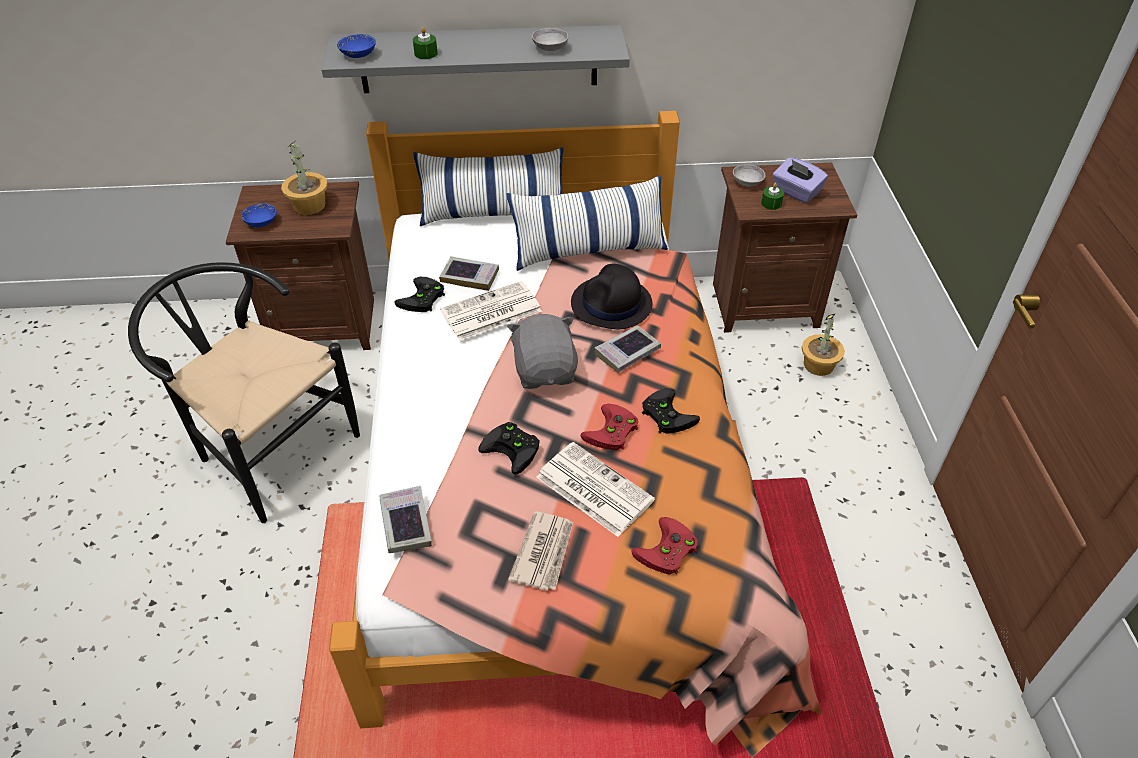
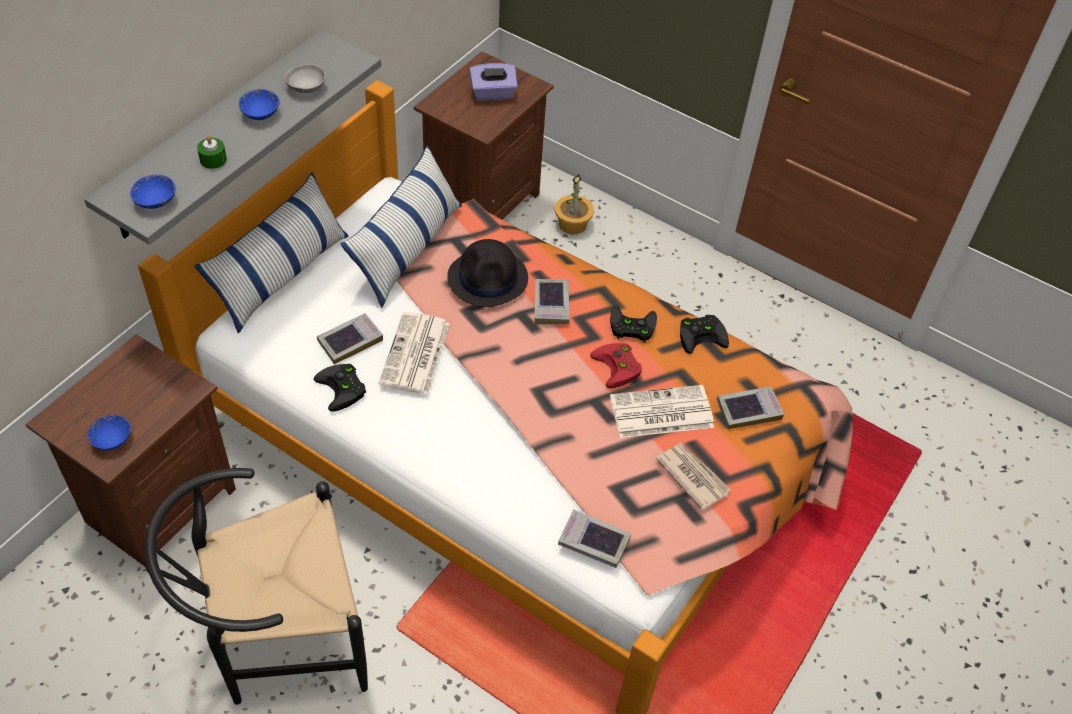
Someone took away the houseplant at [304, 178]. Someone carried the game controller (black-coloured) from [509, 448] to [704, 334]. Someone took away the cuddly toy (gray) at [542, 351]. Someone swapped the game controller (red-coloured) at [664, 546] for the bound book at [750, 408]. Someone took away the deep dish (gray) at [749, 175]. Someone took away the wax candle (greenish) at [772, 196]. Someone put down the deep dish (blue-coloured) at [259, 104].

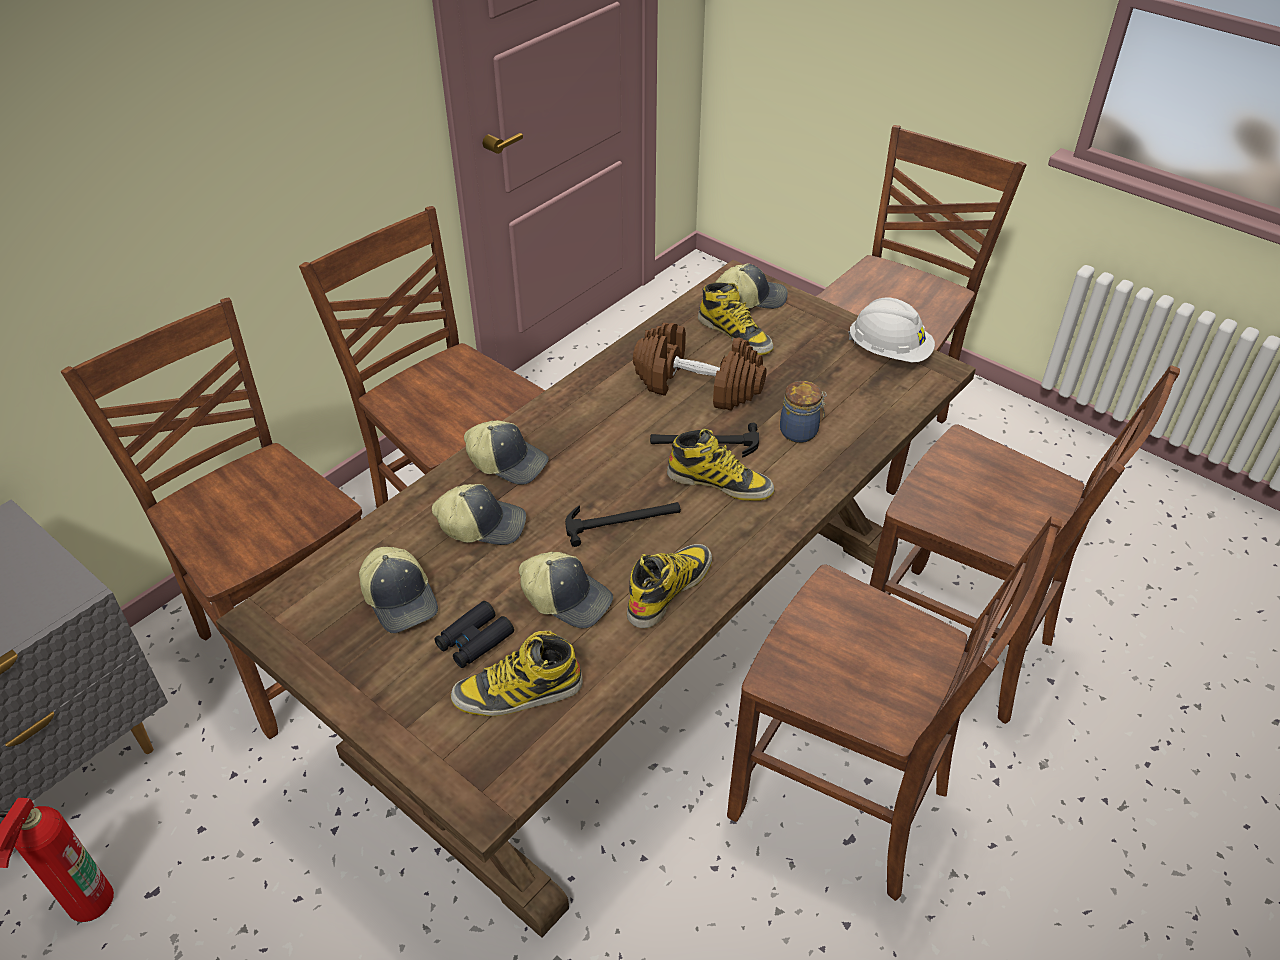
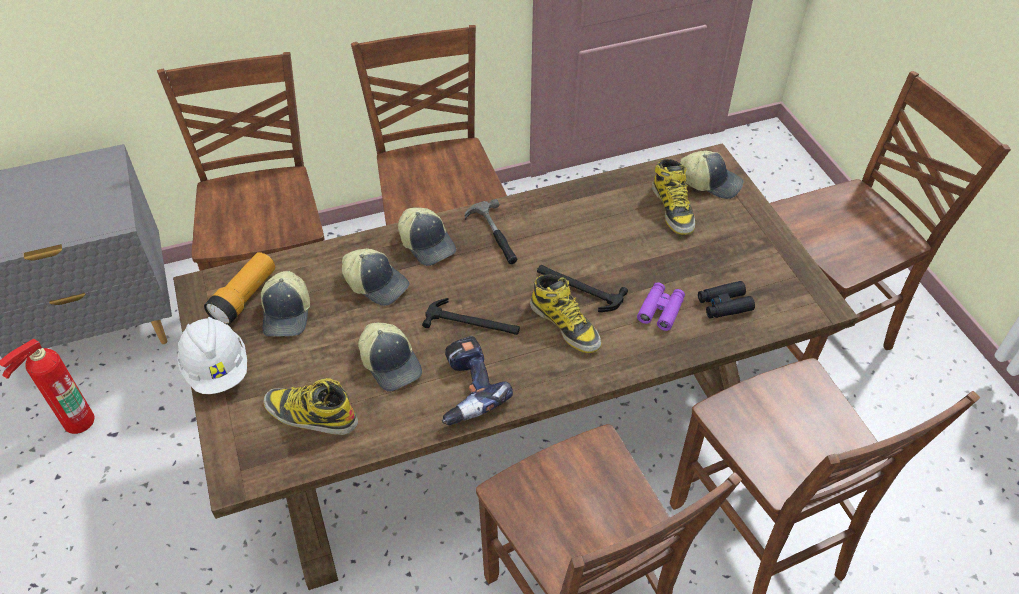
Someone carried the pair of binoculars (black-coloured) from [474, 634] to [726, 300]. Someone swapped the tall boot at [669, 586] for the electric drill at [477, 380]. Someone took away the dumbbell (brown) at [700, 367]. Someone swapped the preserve jar at [803, 412] for the pair of binoculars (purple-coloured) at [661, 306]. Someone carried the safety helmet (white-coloured) from [891, 329] to [212, 355]. Someone put down the torch at [239, 288]. Someone put down the hammer at [490, 231].

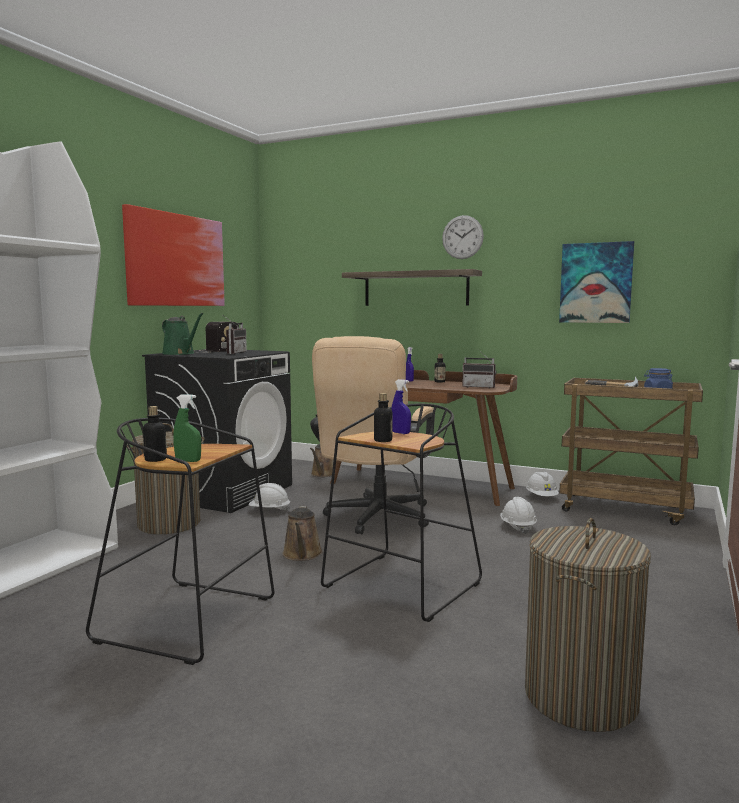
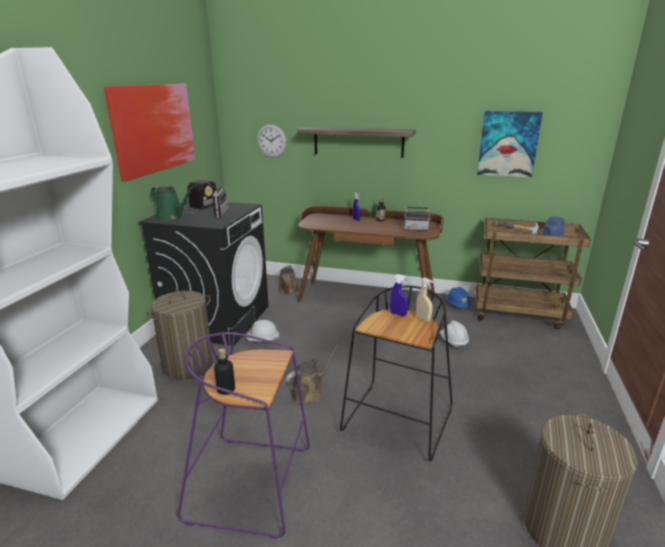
Someone repainted the sitting stool (black-coloured) at [180, 541], which became the sitting stool (purple-coloured) at [244, 435]. Someone took away the spray bottle (greenish) at [187, 428]. Someone rotated the sprinkling can (brown) at [303, 533] by 120 degrees counterclockwise. Someone took away the computer chair (beige) at [372, 435]. Someone took away the bottle at [383, 417]. Someone carried the wall clock from [463, 237] to [272, 140]. Someone repainted the safety helmet (white-coloured) at [542, 484], which became the safety helmet (blue-coloured) at [458, 297]. Someone put down the spray bottle (beige) at [424, 299].

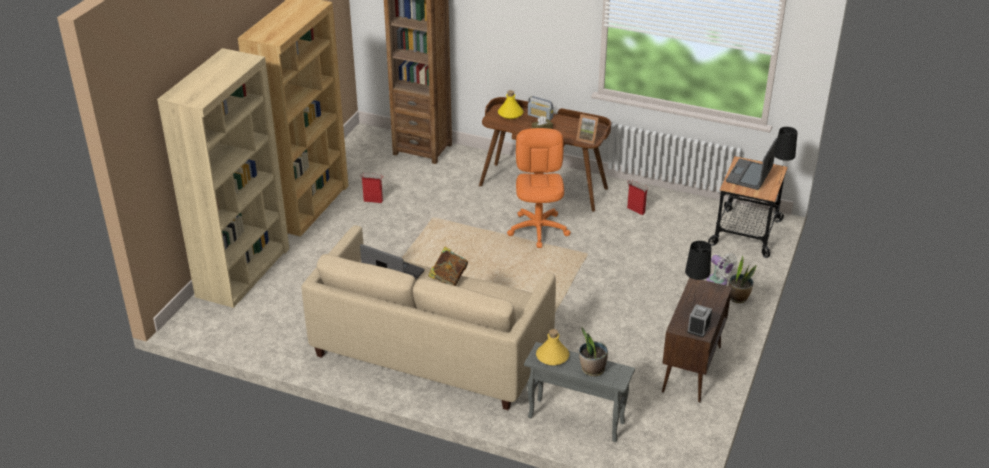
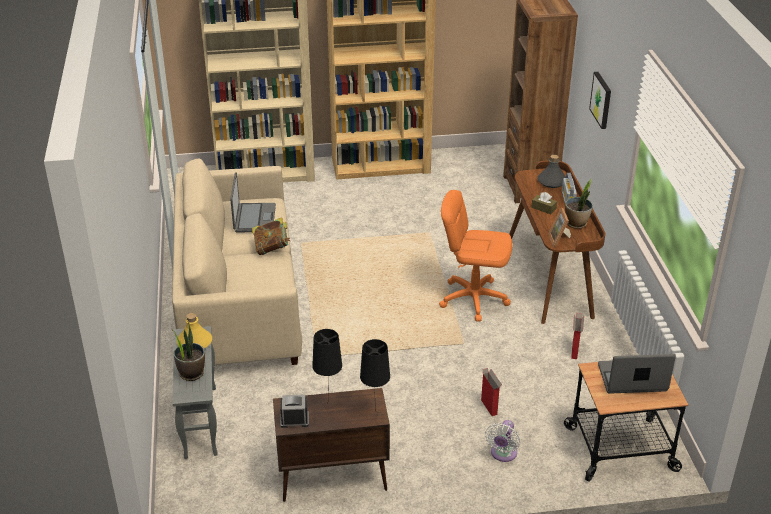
Someone carried the cardboard box from [371, 188] to [491, 392]. Someone repainted the bottle (yellowish) at [510, 104], which became the bottle (gray) at [551, 171]. Someone rotated the computer chair (orange-coloured) at [539, 188] by 135 degrees counterclockwise. Someone carried the houseplant from [742, 279] to [579, 204]. Someone carried the lamp for a table (black-coloured) from [785, 156] to [375, 376]. Someone put up the wall art at [600, 100].

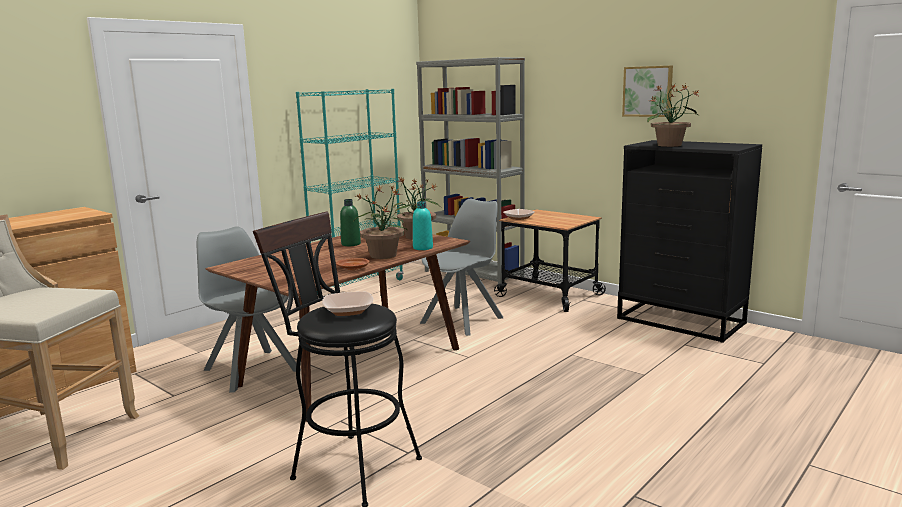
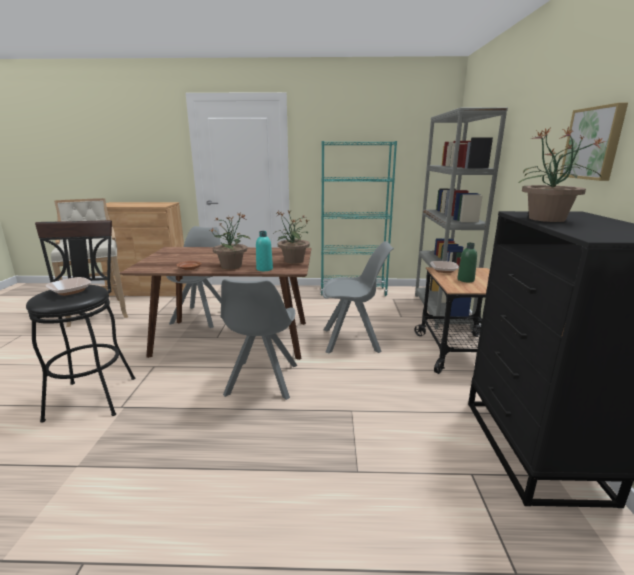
Someone carried the bottle (greenish) from [350, 222] to [467, 262]. Someone put down the chair (gray) at [259, 339].

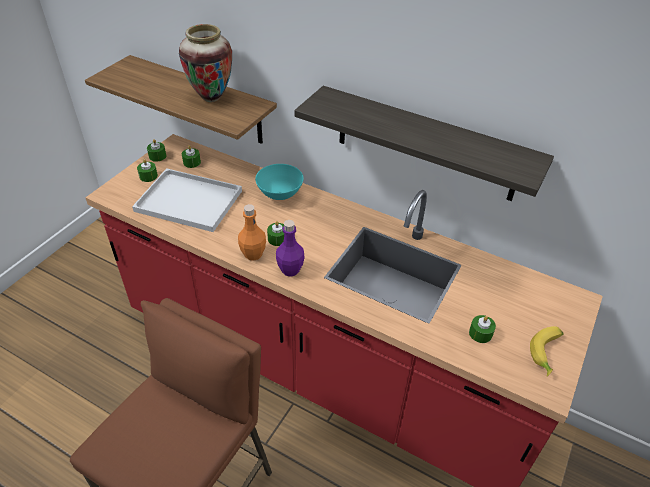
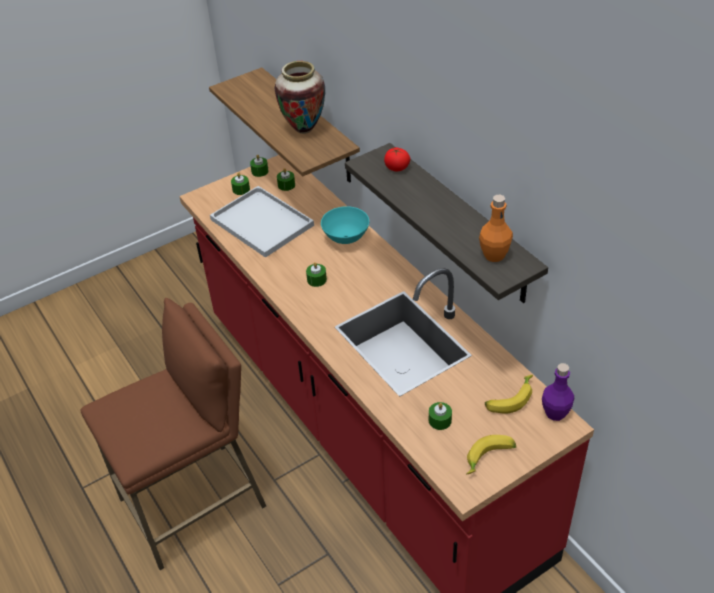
Someone carried the bottle (orange-coloured) from [252, 232] to [496, 228]. Someone carried the bottle (purple-coloured) from [290, 248] to [558, 392]. Someone put down the fresh tomato at [397, 159]. Someone put down the banana at [509, 394].

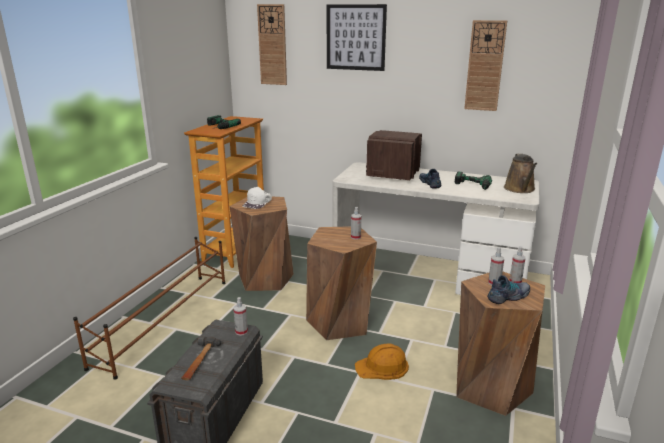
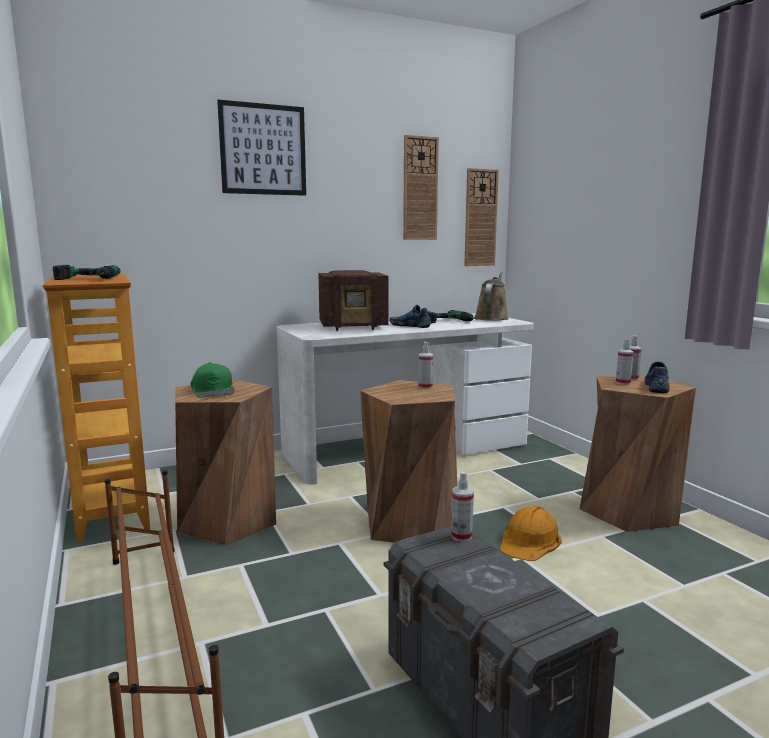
Someone took away the hammer at [201, 358]. Someone repainted the baseball cap (white-coloured) at [257, 198], which became the baseball cap (greenish) at [213, 380]. Someone carried the wall clock from [272, 44] to [481, 217]. Someone rotated the radio set at [394, 155] by 75 degrees counterclockwise. Someone rotated the sprinkling can (brown) at [520, 173] by 120 degrees counterclockwise.

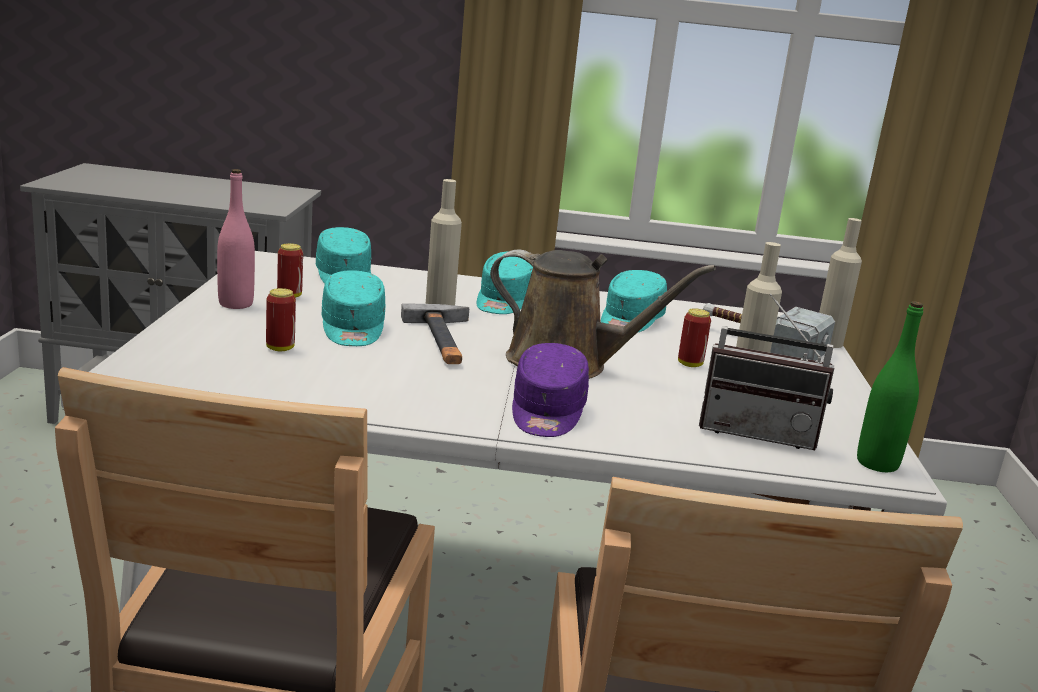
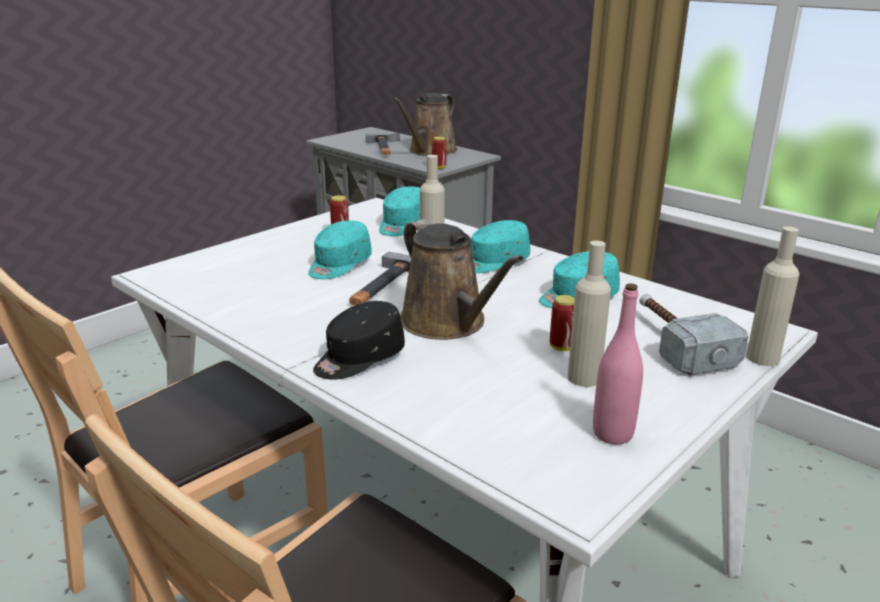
Someone carried the bottle (pink-coloured) from [236, 239] to [618, 363]. Someone carried the metal can from [281, 319] to [439, 152]. Someone repainted the baseball cap (purple-coloured) at [550, 390], which became the baseball cap (black-coloured) at [359, 340]. Someone took away the radio set at [766, 372]. Someone took away the bottle (greenish) at [890, 386]. Someone put down the hammer at [383, 144]. Someone put down the sprinkling can (brown) at [424, 124].

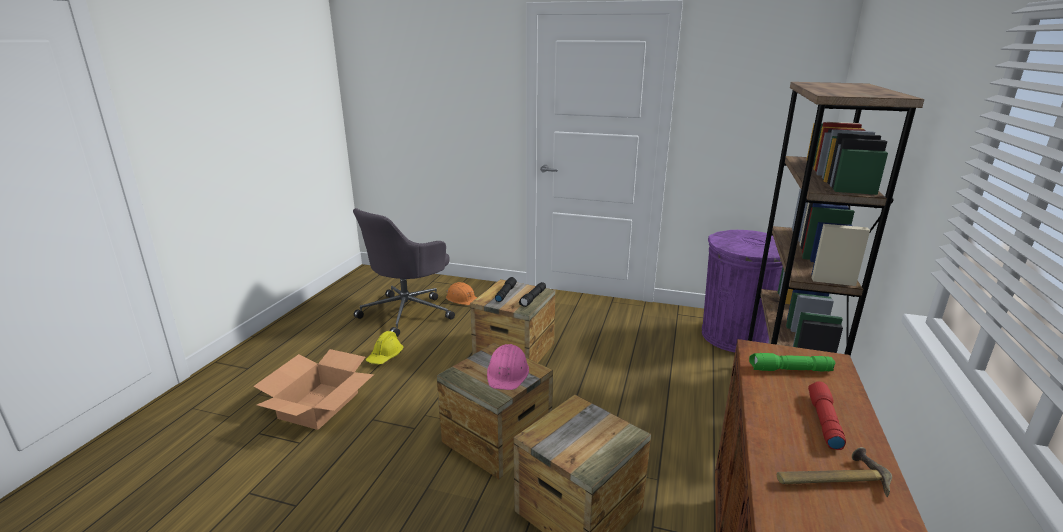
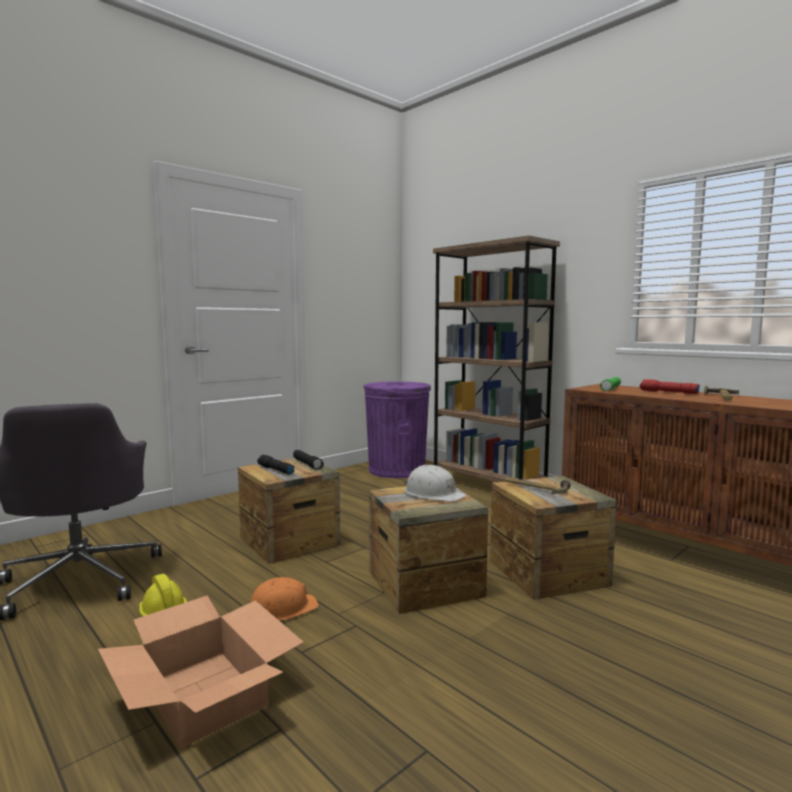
Someone carried the safety helmet (orange-coloured) from [461, 293] to [284, 599]. Someone repainted the safety helmet (pink-coloured) at [508, 367], which became the safety helmet (white-coloured) at [435, 483]. Someone put down the hammer at [538, 486].

